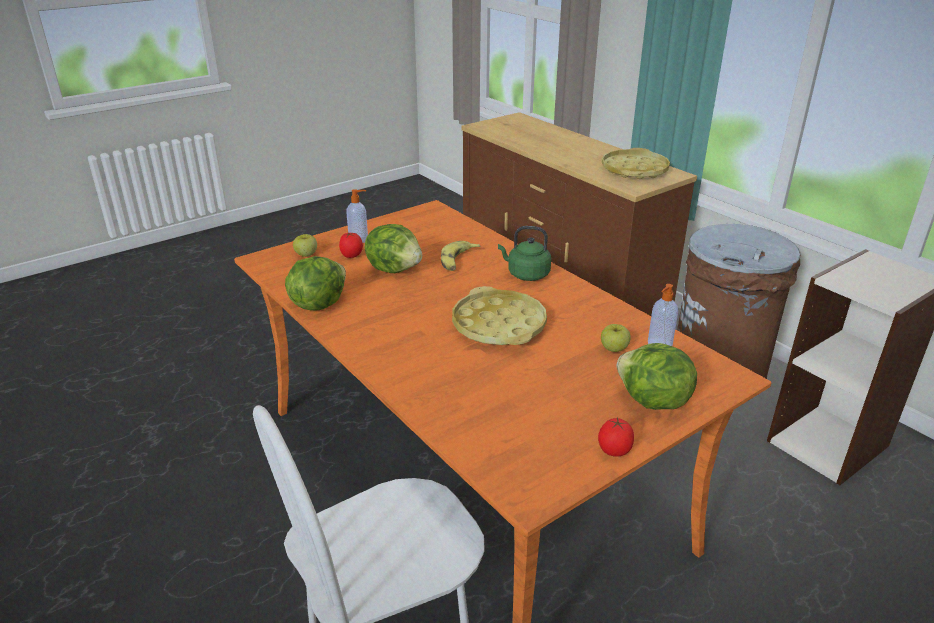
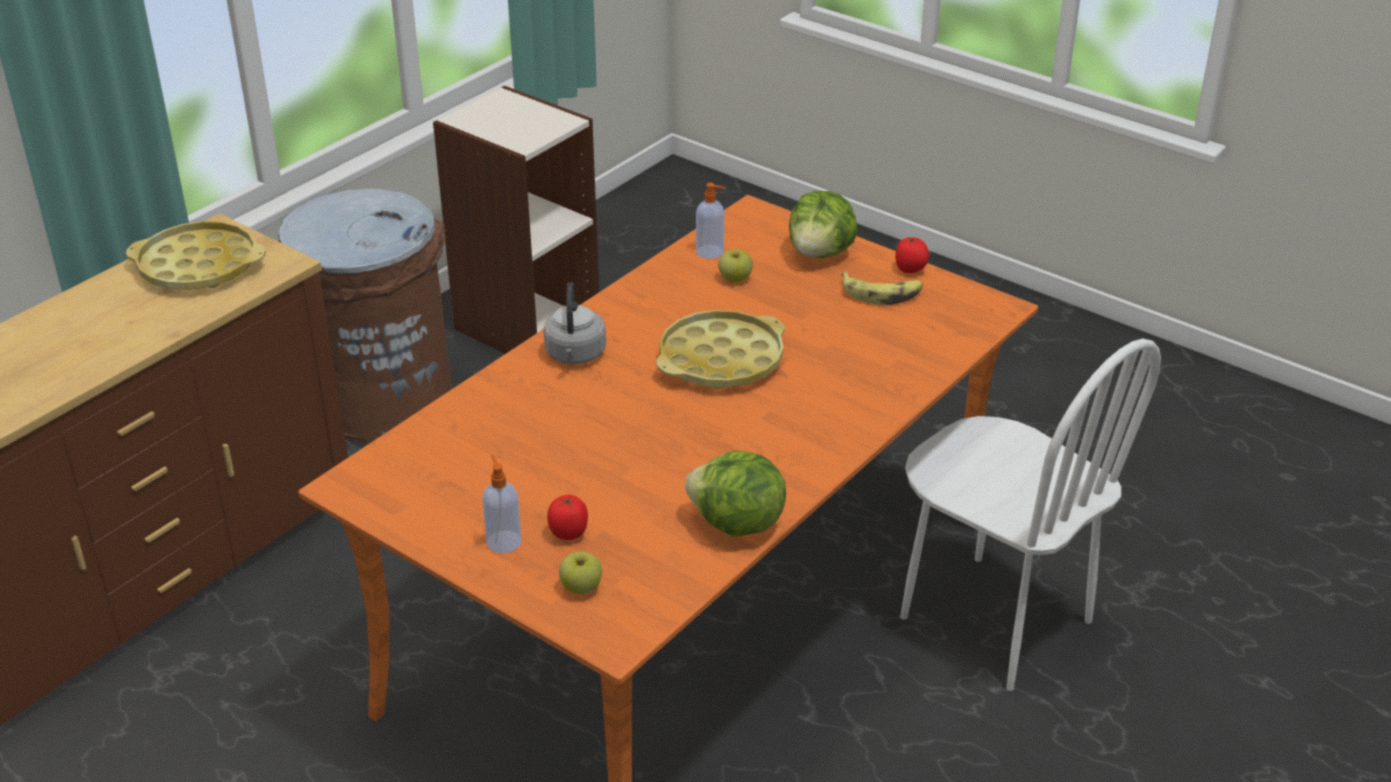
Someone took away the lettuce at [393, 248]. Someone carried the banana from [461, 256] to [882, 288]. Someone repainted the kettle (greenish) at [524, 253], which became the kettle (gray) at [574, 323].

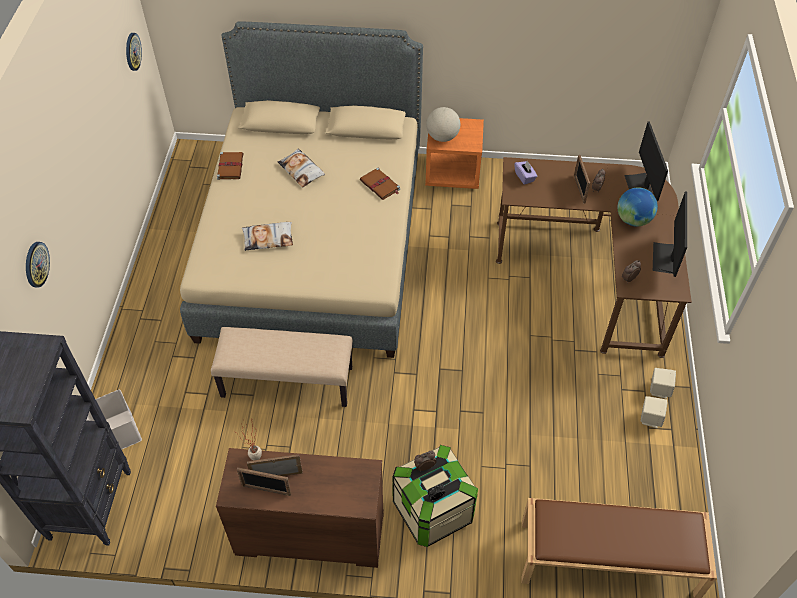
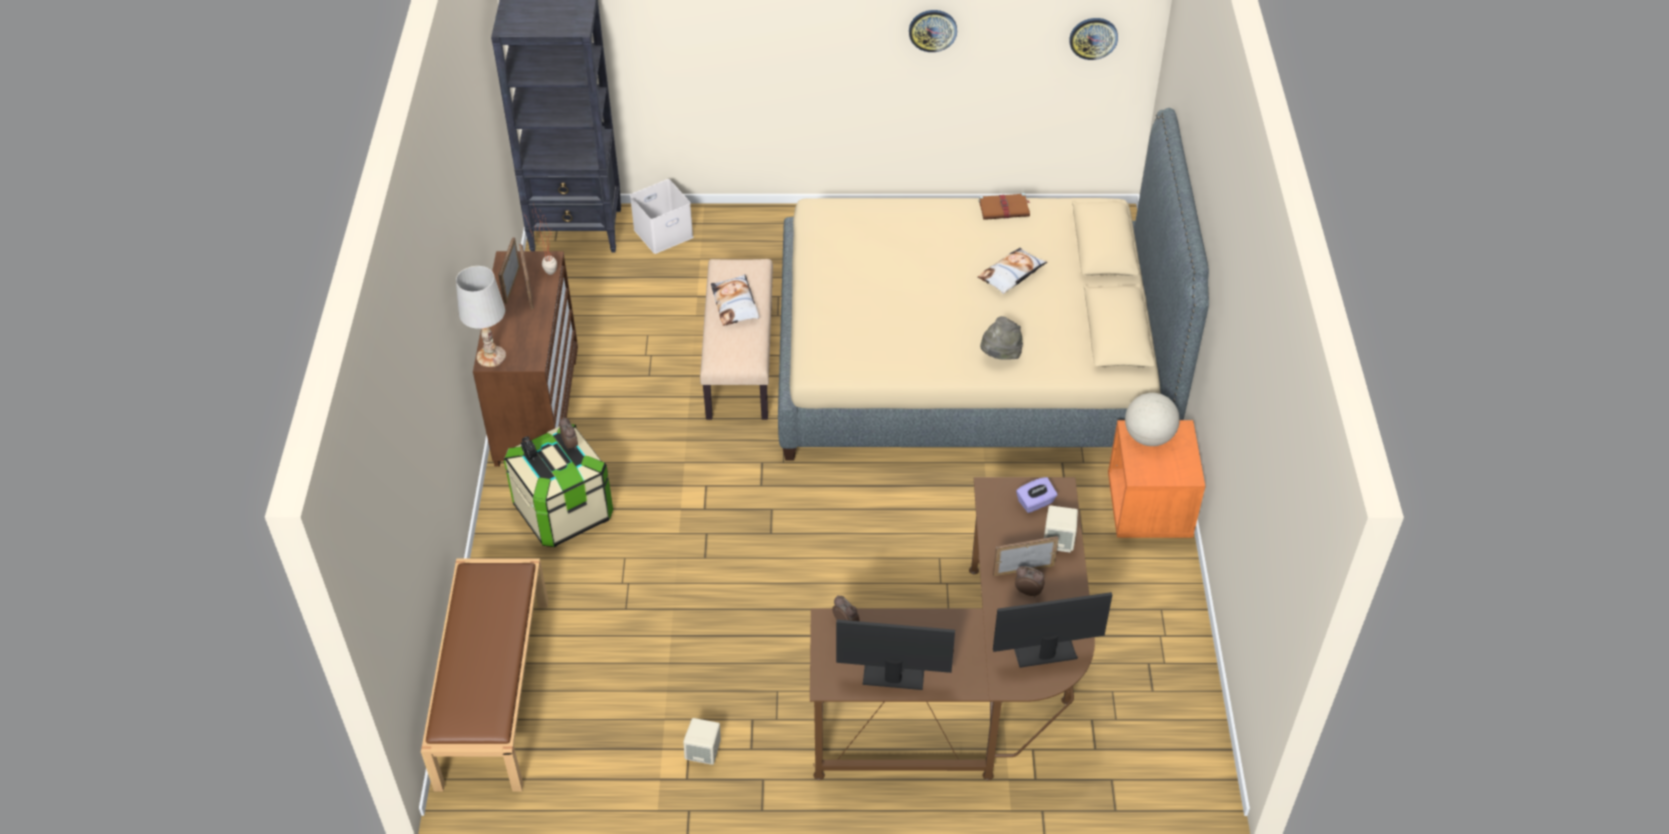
Someone carried the wall clock from [38, 265] to [933, 31]. Someone carried the pillow from [267, 236] to [735, 300]. Someone swapped the bound book (brown) at [380, 183] for the wearable hat (gray) at [1001, 338]. Someone took away the globe at [637, 207]. Someone carried the audio speaker (beige) from [663, 383] to [1061, 528]. Someone put down the lamp for a table (white-coloured) at [481, 316].

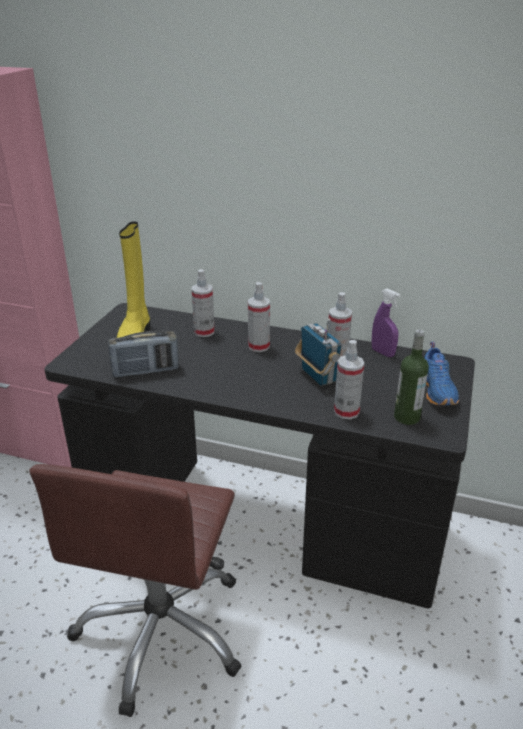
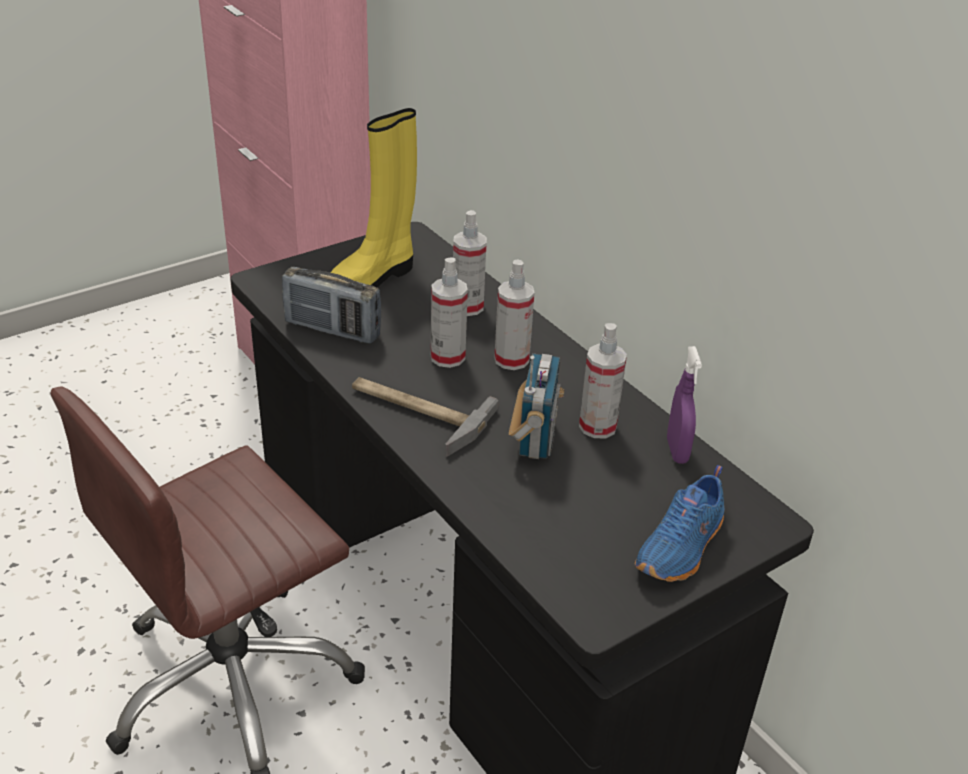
Someone carried the spray bottle from [349, 379] to [449, 313]. Someone took away the bottle at [411, 377]. Someone put down the hammer at [425, 417].

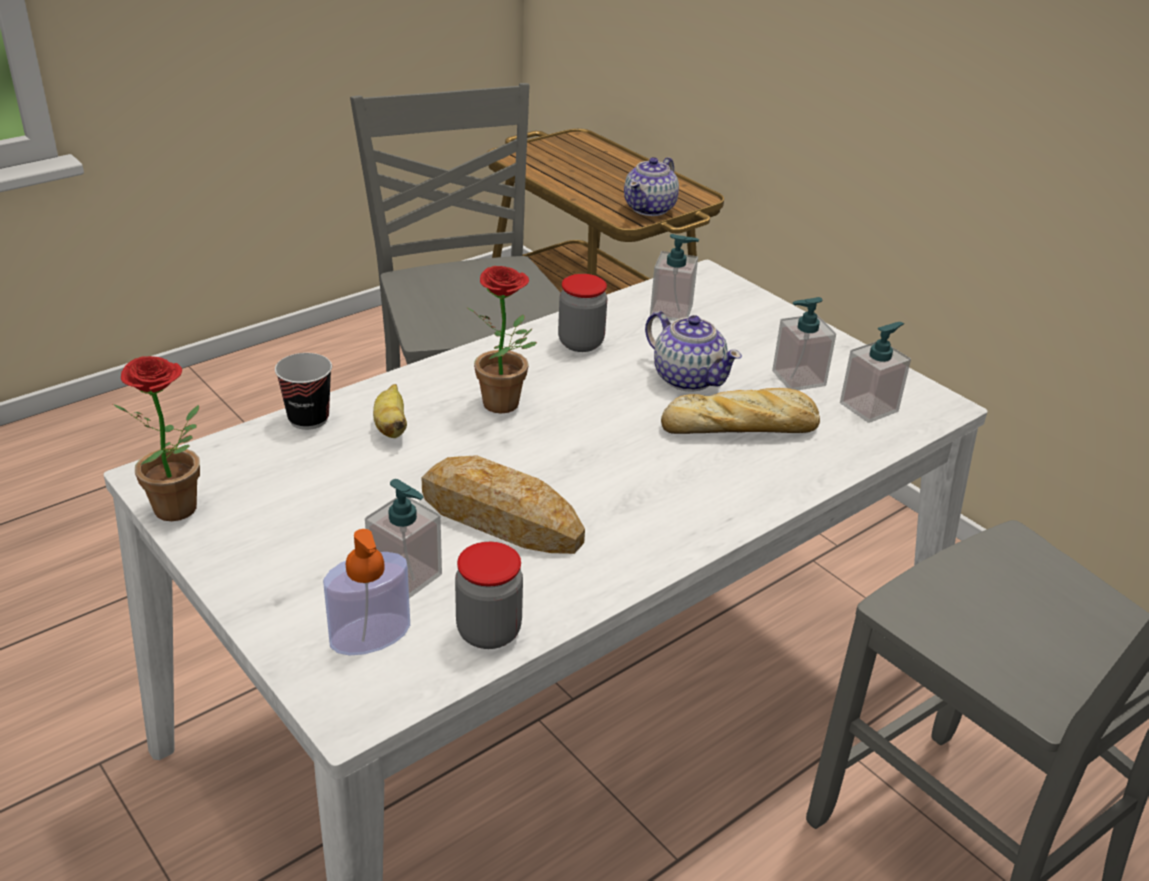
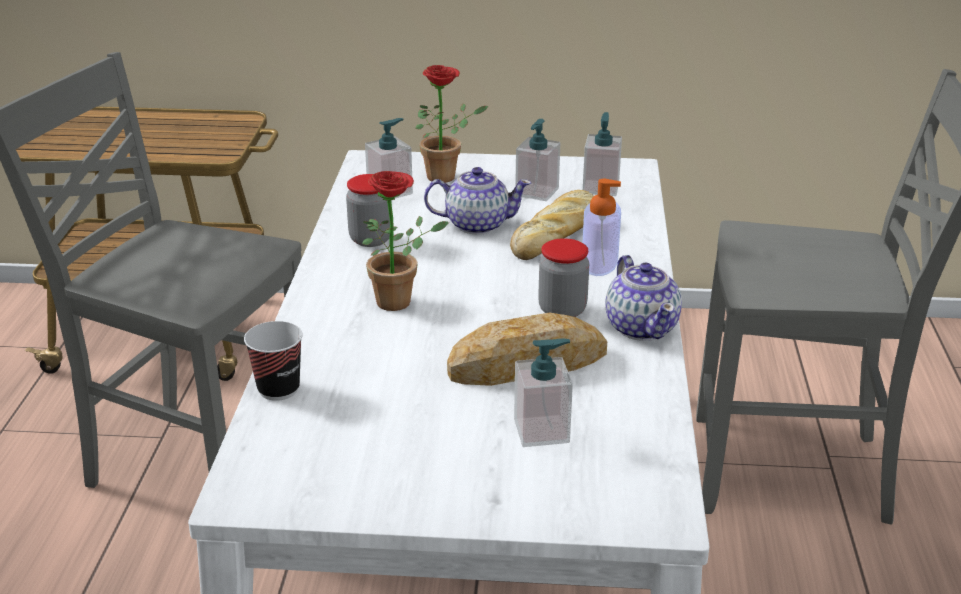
Someone carried the houseplant from [156, 438] to [452, 124]. Someone carried the liquid soap bottle from [366, 592] to [602, 227]. Someone took away the banana at [390, 411]. Someone carried the preserve jar from [489, 595] to [563, 277]. Someone carried the teapot from [651, 186] to [643, 298].

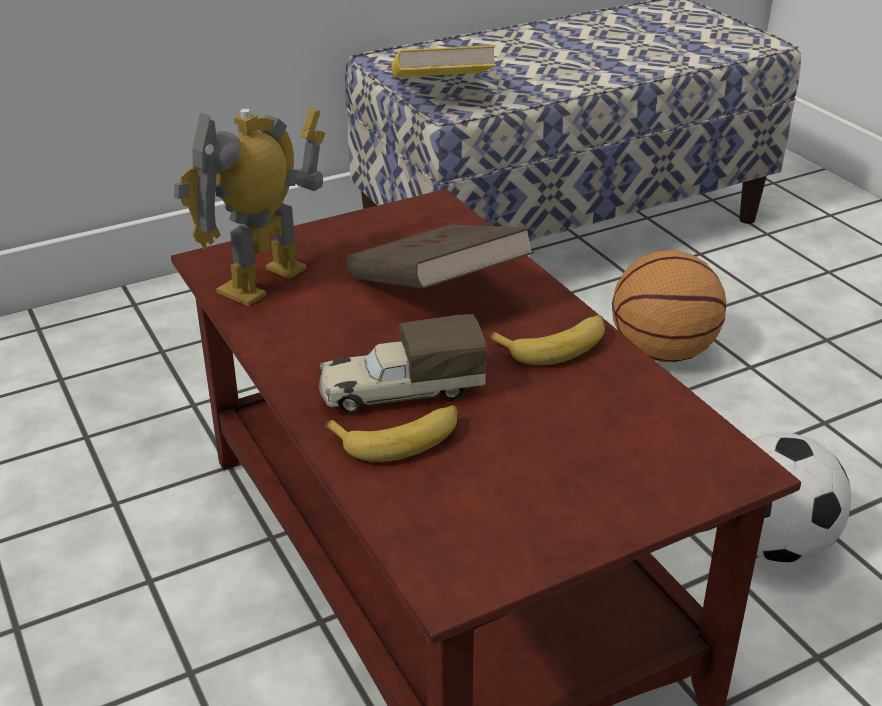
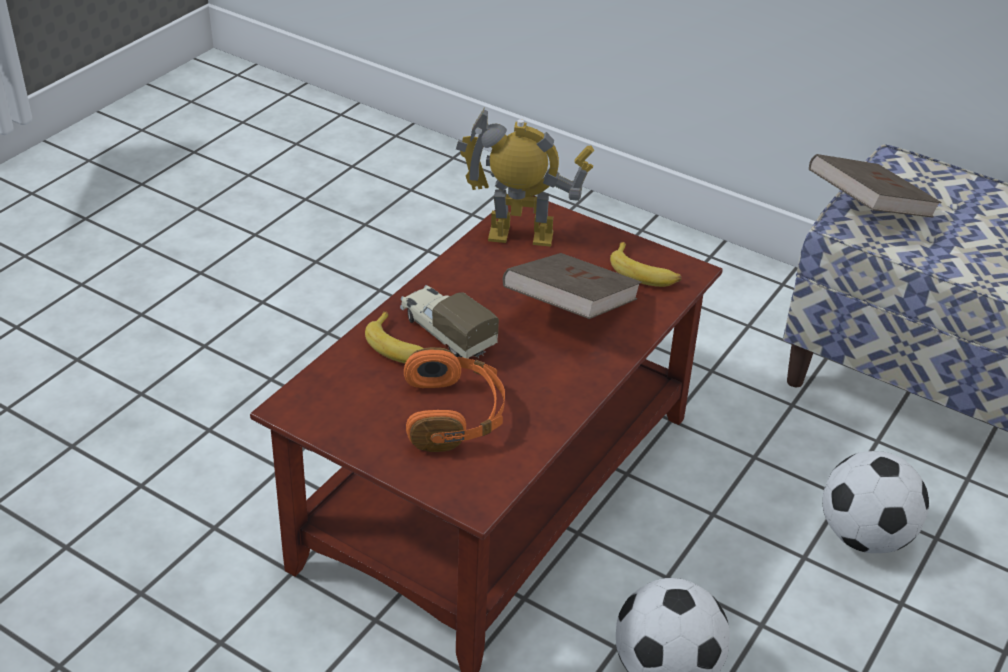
Someone repainted the bound book (yellowish) at [443, 61], which became the bound book (brown) at [875, 186]. Someone carried the banana from [546, 340] to [646, 264]. Someone swapped the ball for basketball at [669, 306] for the football at [875, 502]. Someone put down the headphones (orange-coloured) at [454, 399].

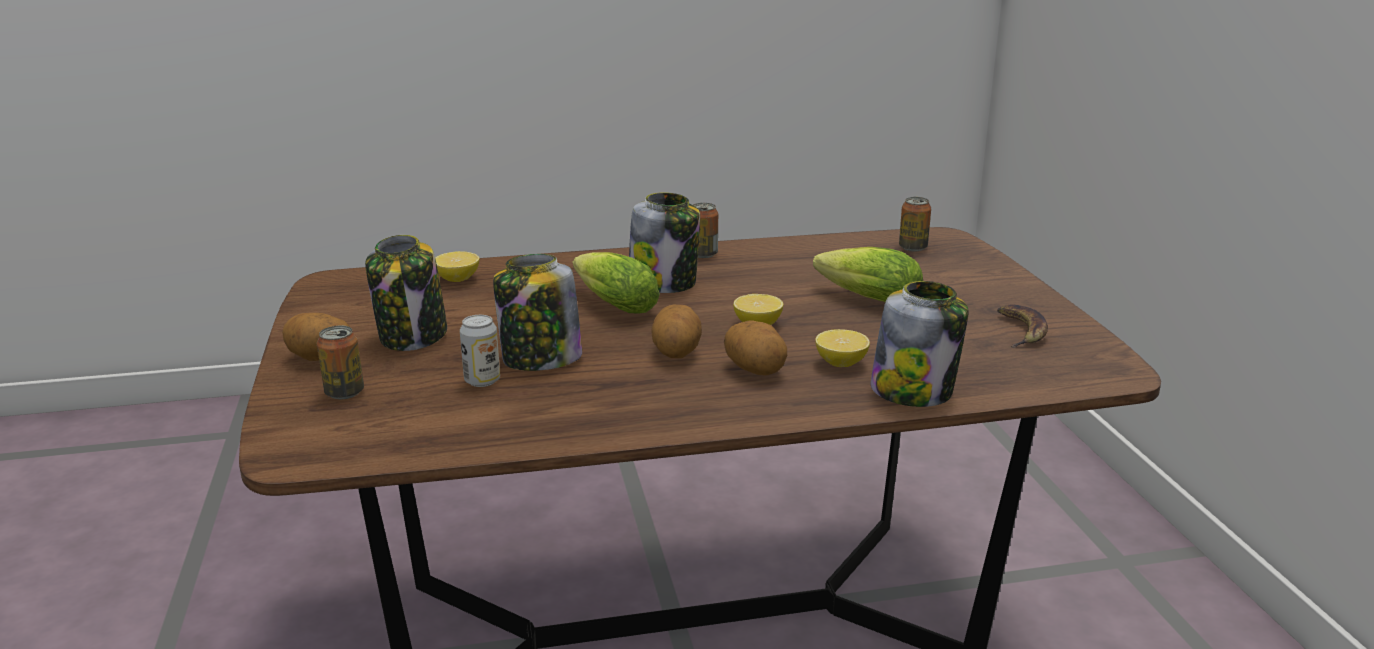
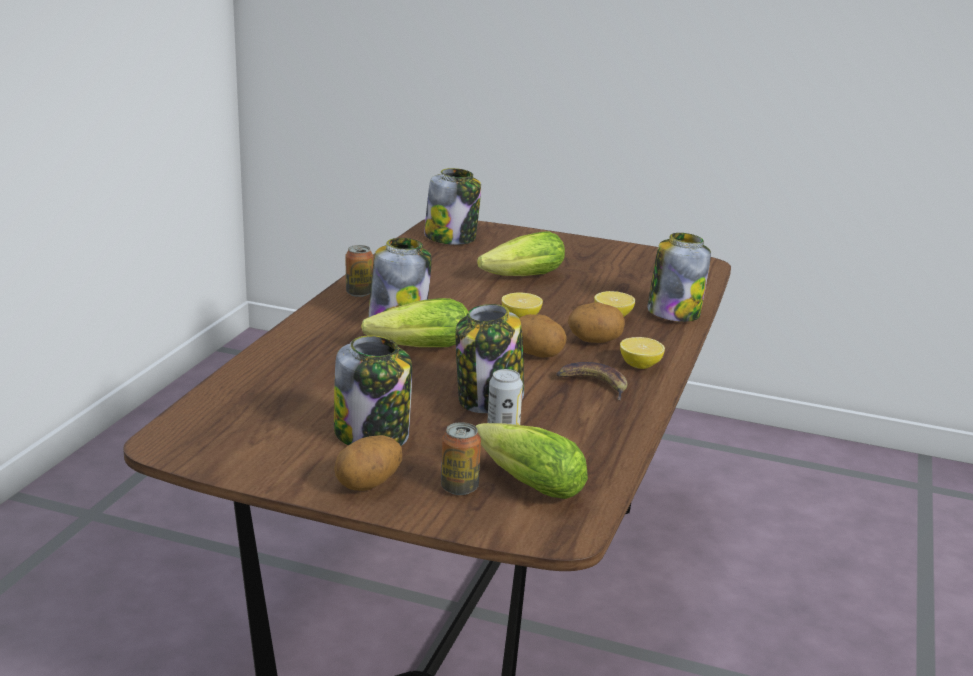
Someone carried the citrus fruit from [457, 266] to [642, 353]. Someone swapped the metal can at [915, 224] for the preserve jar at [452, 206]. Someone carried the banana from [1022, 326] to [592, 381]. Someone put down the lettuce at [532, 461].

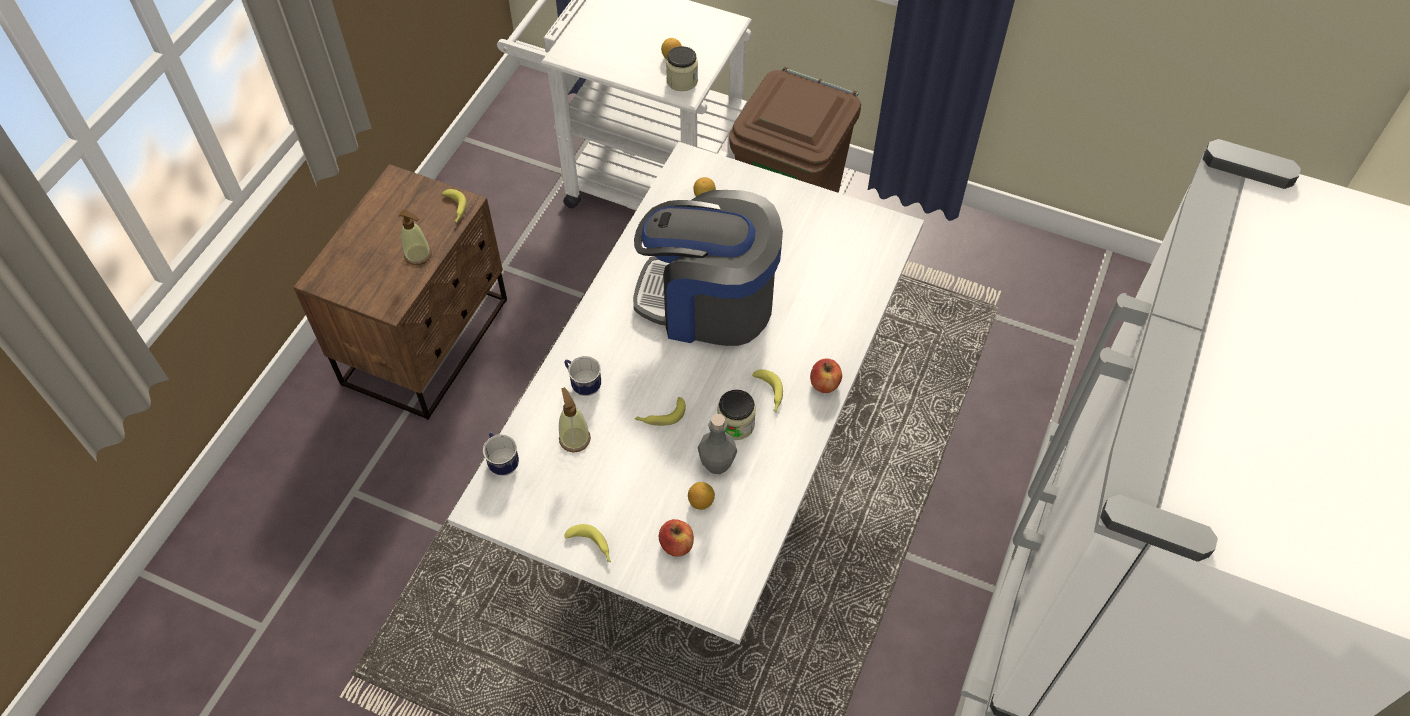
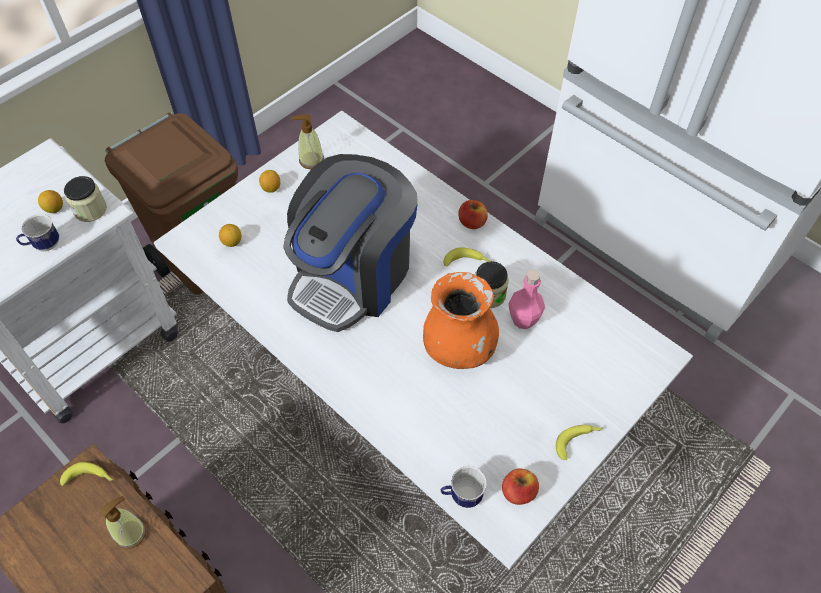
Someone carried the liquid soap bottle from [575, 420] to [307, 141]. Someone carried the mug from [582, 376] to [37, 232]. Someone swapped the banana at [660, 411] for the vase (orange-coloured) at [461, 320]. Someone carried the whole apple from [676, 538] to [520, 487]. Someone carried the citrus fruit from [701, 496] to [269, 181]. Someone repainted the bottle (gray) at [717, 444], which became the bottle (pink-coloured) at [527, 299].

